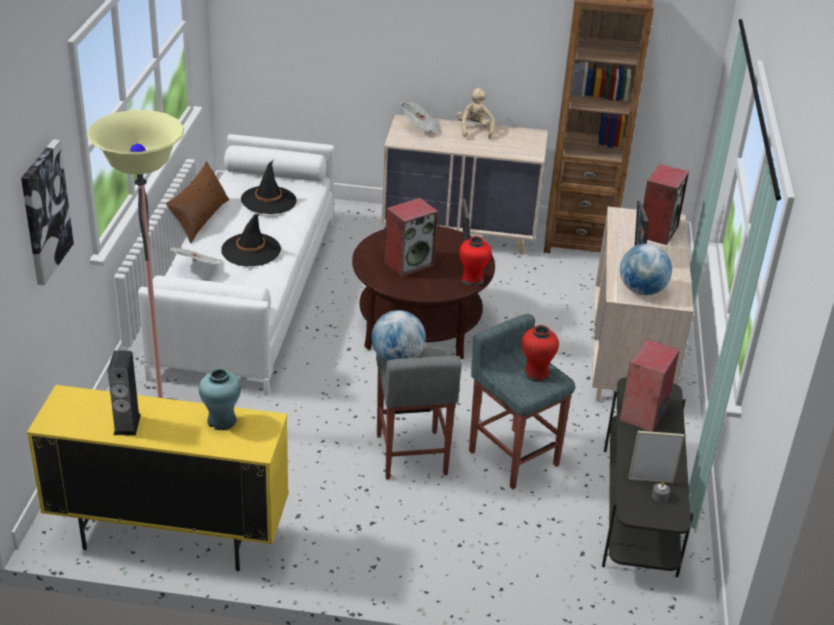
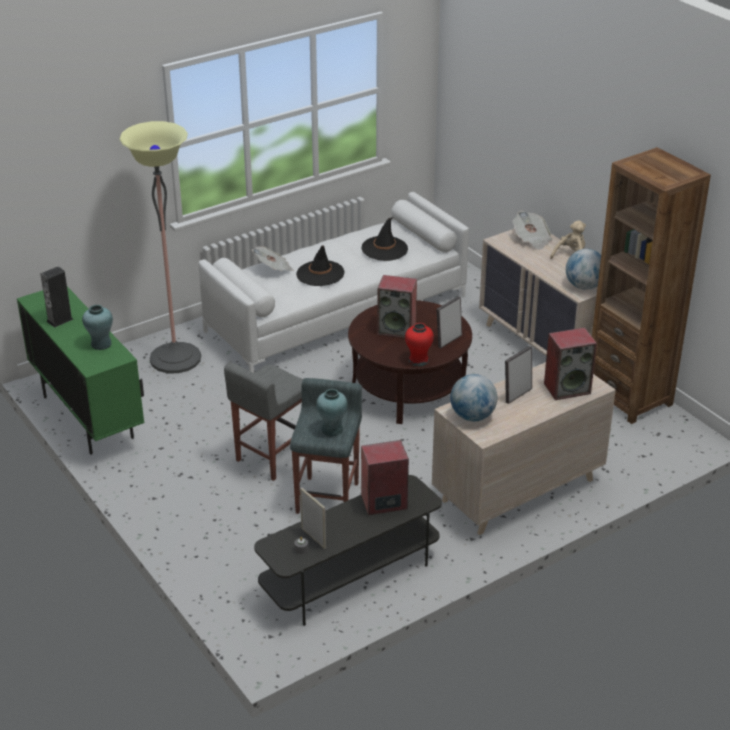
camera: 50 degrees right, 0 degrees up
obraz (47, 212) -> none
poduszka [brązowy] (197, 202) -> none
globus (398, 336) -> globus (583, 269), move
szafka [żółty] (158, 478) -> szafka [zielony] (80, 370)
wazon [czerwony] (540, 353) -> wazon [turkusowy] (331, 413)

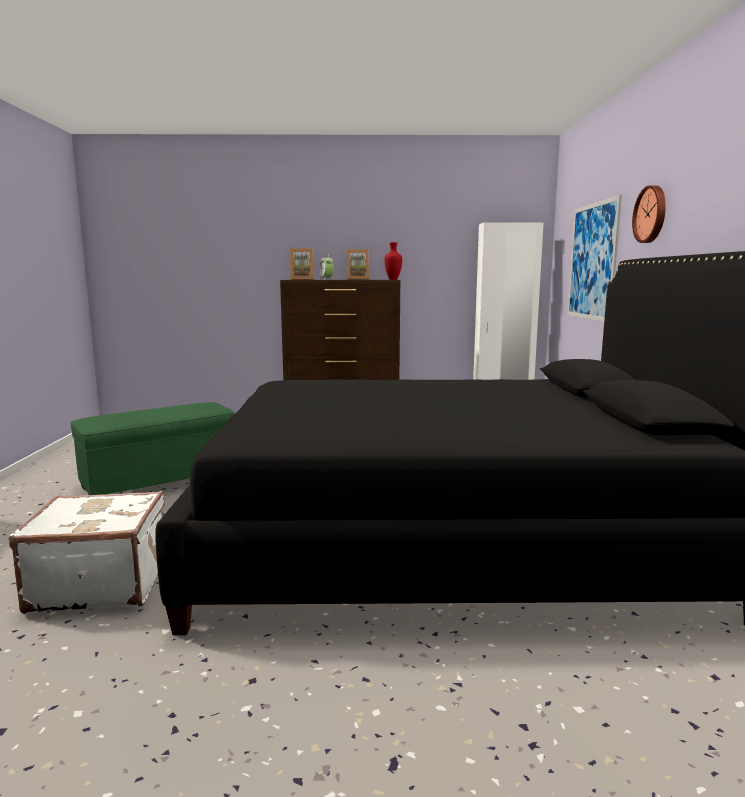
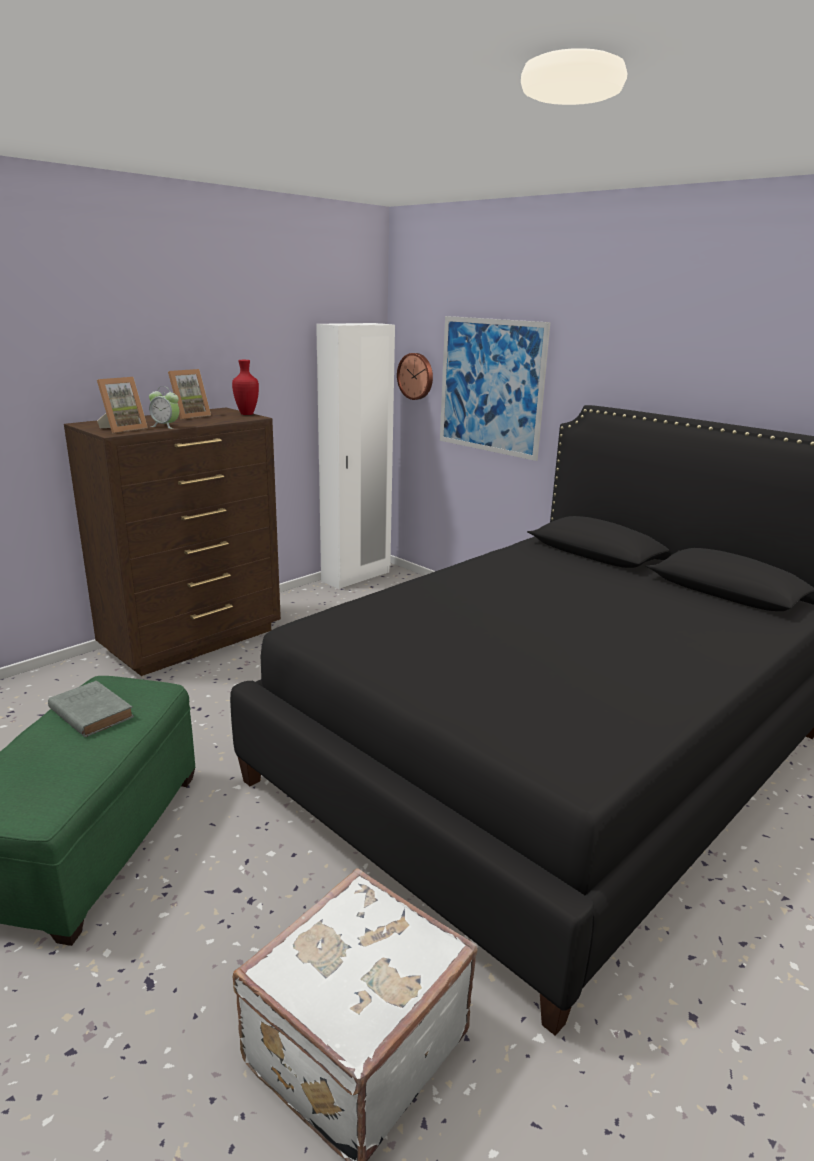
camera: 45 degrees left, 10 degrees up
none -> książka [szary] (91, 709)
zegar ścienny (649, 214) -> zegar ścienny (415, 376), move

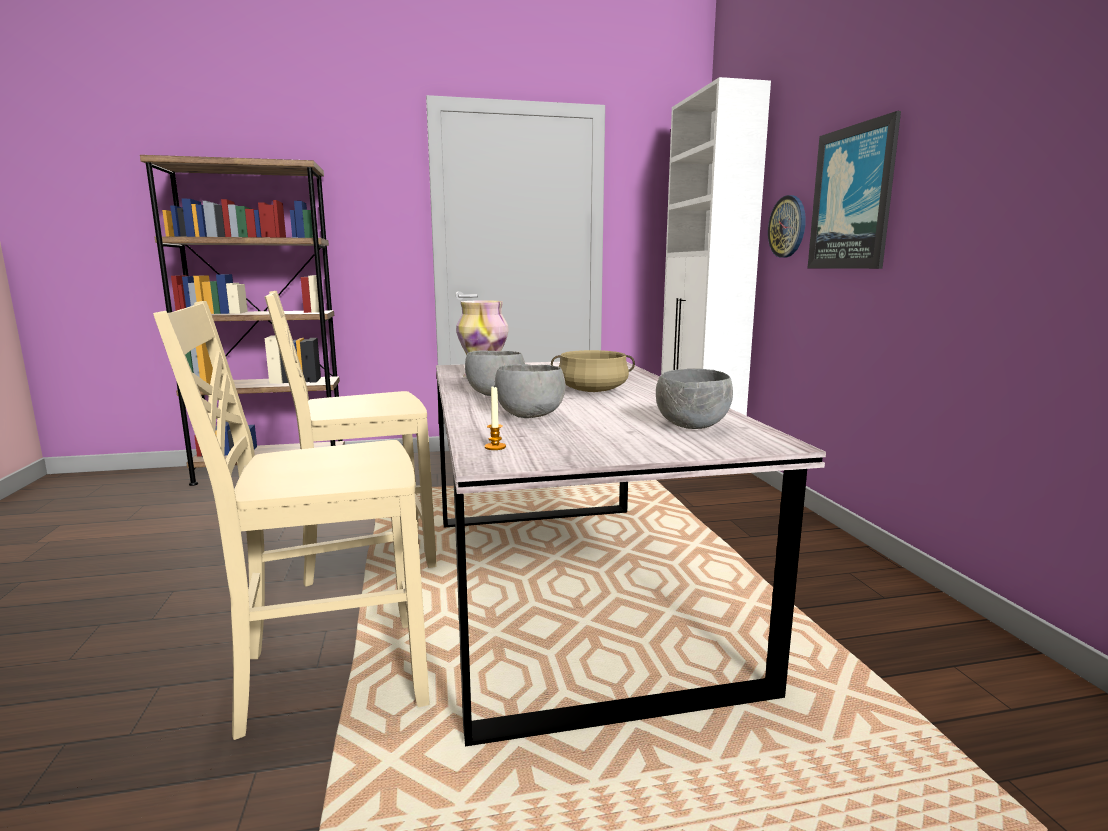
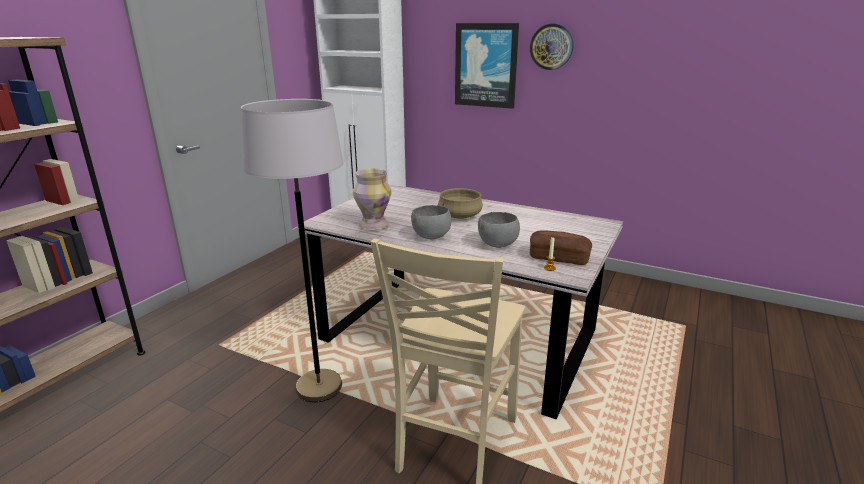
camera: 50 degrees left, 10 degrees up
miska [szary] (694, 399) -> none
none -> chleb (561, 247)
zegar ścienny (787, 226) -> zegar ścienny (551, 47), move
krzesło [beżowy] (350, 439) -> lampa stojąca [szary] (292, 250)

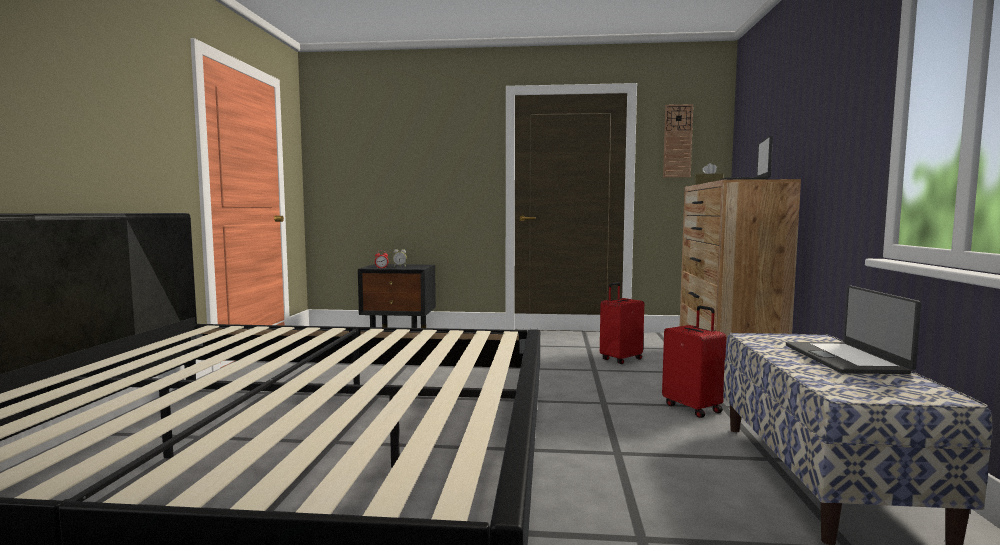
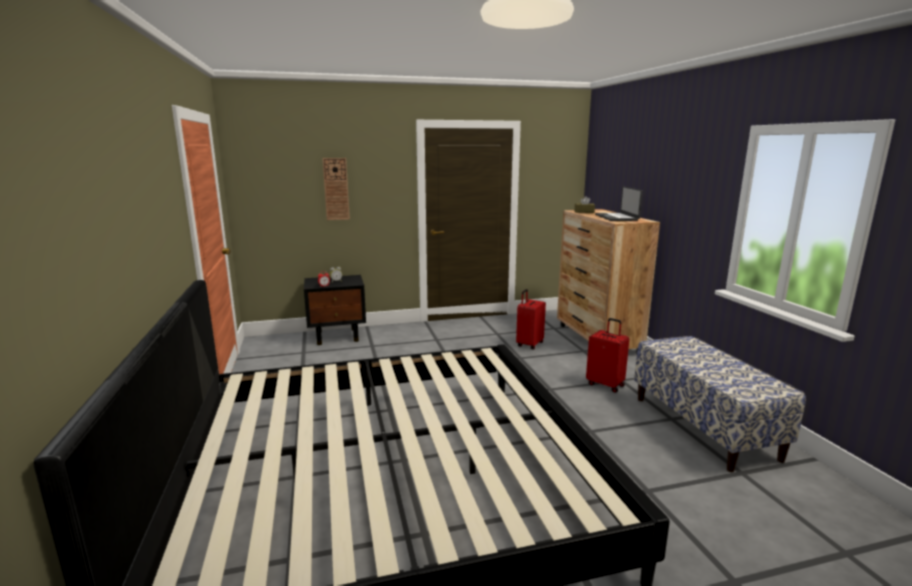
camera: 20 degrees left, 10 degrees up
laptop (854, 329) -> none
zegar ścienny (678, 140) -> zegar ścienny (336, 189), move

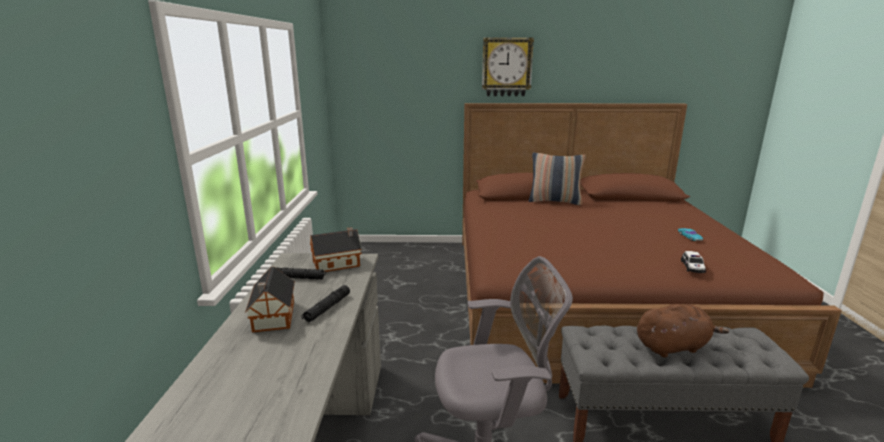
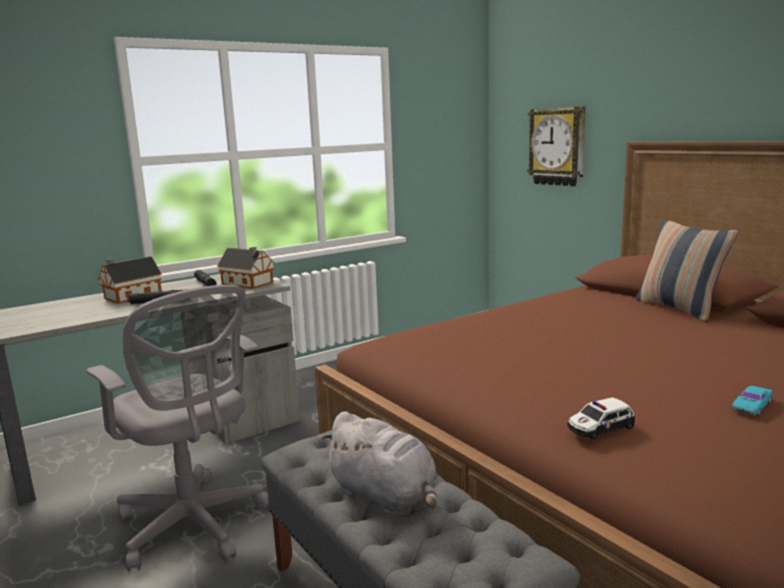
camera: 55 degrees right, 5 degrees down
zegar ścienny (508, 66) -> zegar ścienny (556, 146), move
pluszak [brązowy] (683, 331) -> pluszak [szary] (379, 463)

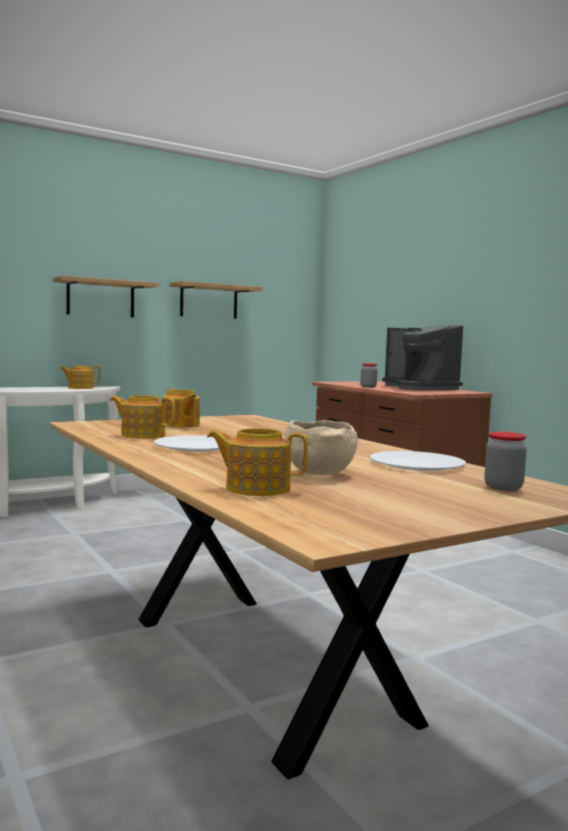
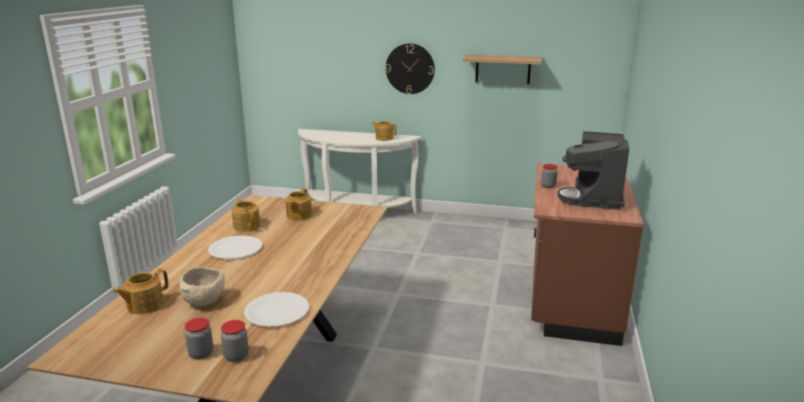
camera: 45 degrees right, 15 degrees up
none -> słoik (199, 338)
półka (106, 296) -> zegar ścienny (410, 68)
imbryk (257, 462) -> imbryk (141, 291), 105 degrees counterclockwise

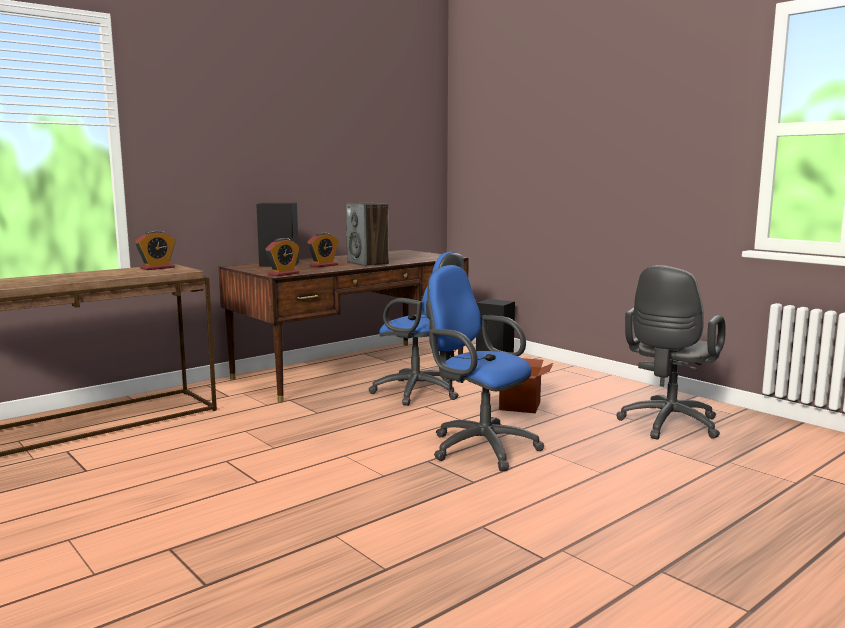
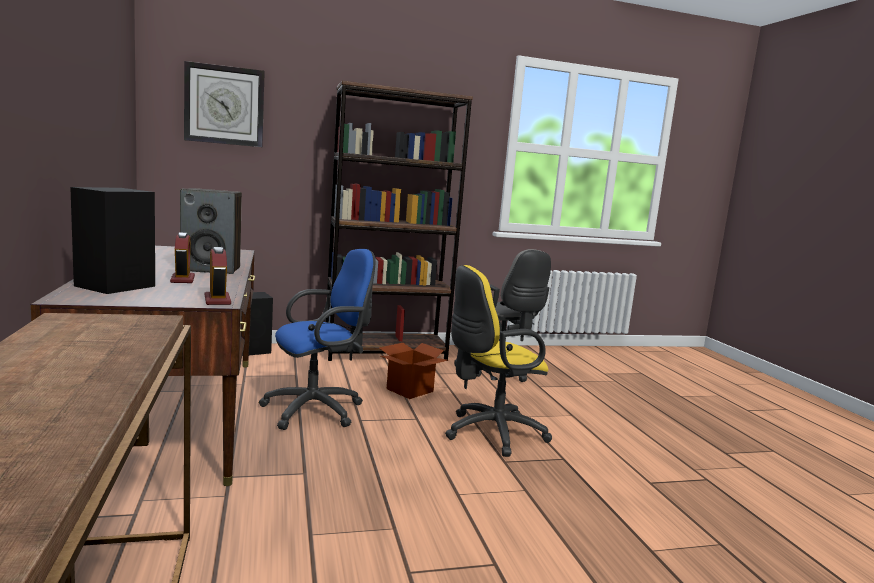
camera: 65 degrees left, 0 degrees up
budzik (155, 250) -> none
none -> zegar ścienny (224, 104)
none -> regał [brązowy] (399, 220)
krzesło biurowe [niebieski] (485, 368) -> krzesło biurowe [żółty] (498, 361)

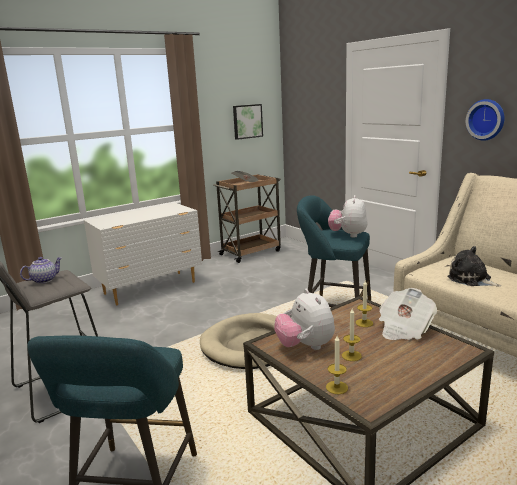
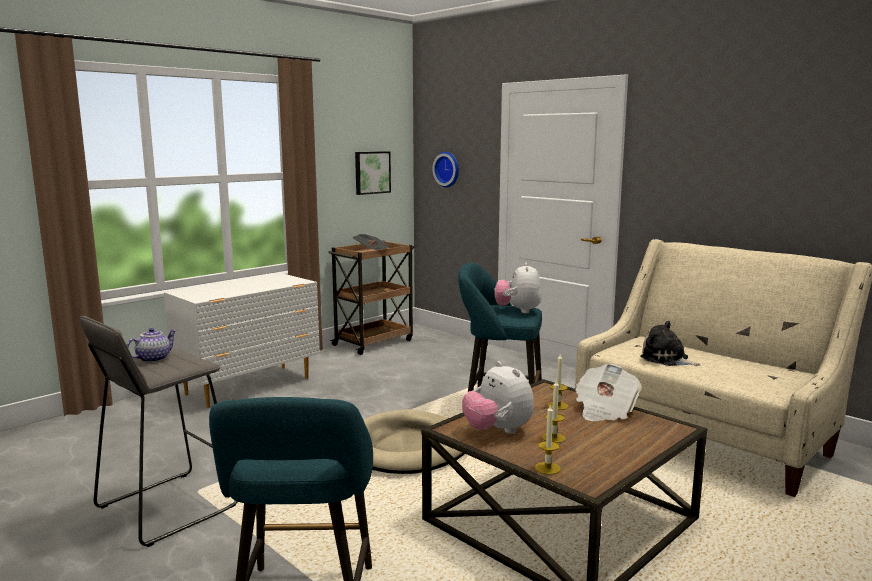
camera: 10 degrees left, 5 degrees down
zegar ścienny (485, 120) -> zegar ścienny (445, 169), move

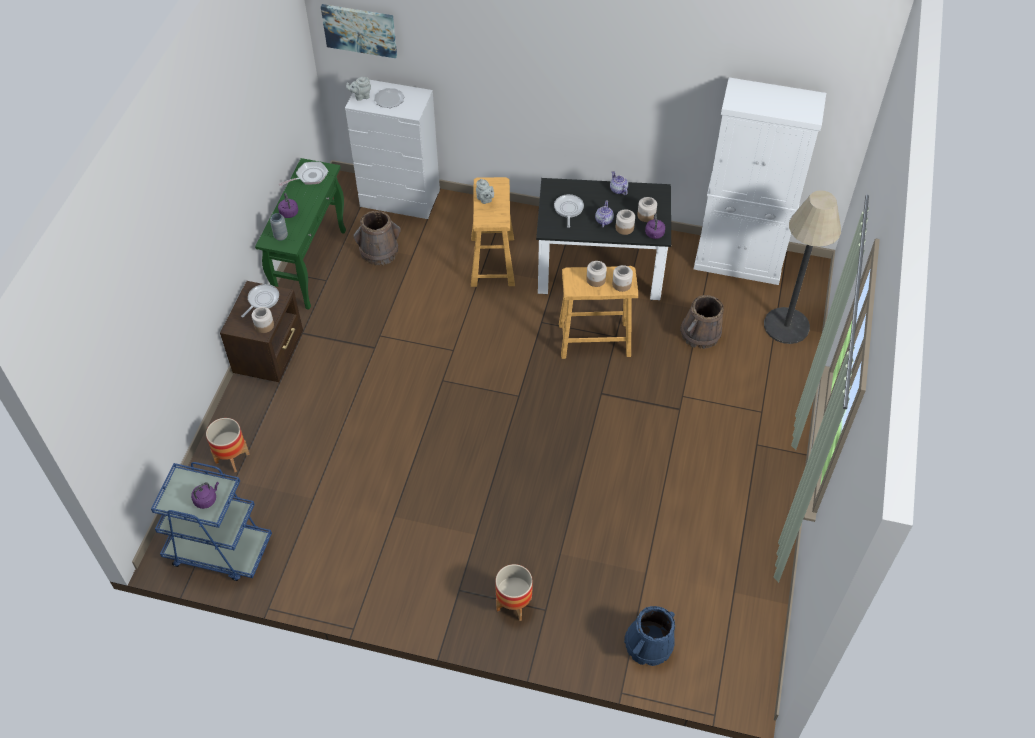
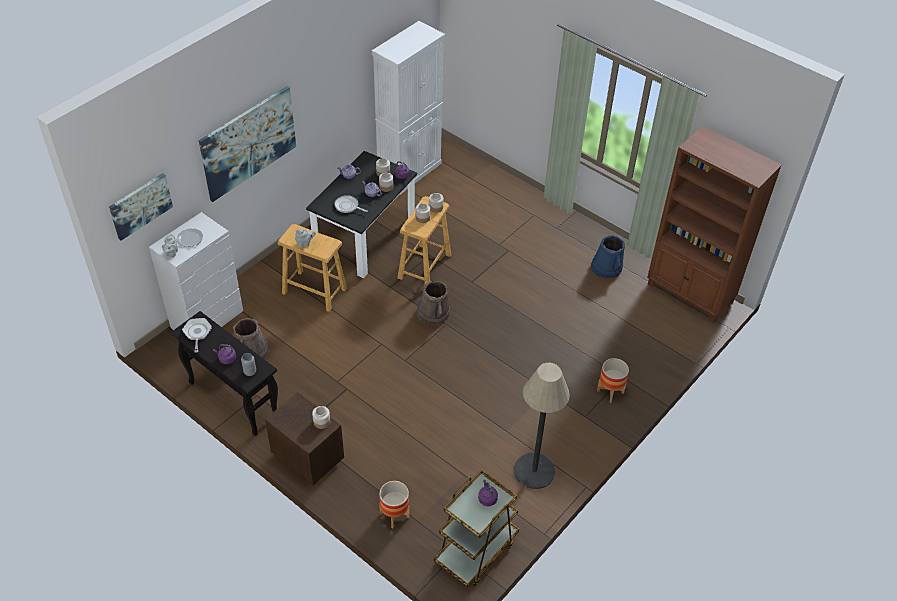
camera: 65 degrees left, 5 degrees down
patelnia (260, 300) -> none
none -> obraz (247, 144)
none -> regał [brązowy] (714, 224)
wiadro [niebieski] (649, 636) -> wiadro [niebieski] (608, 257), move
wiadro [brązowy] (702, 322) -> wiadro [brązowy] (433, 303), move
lampa stojąca (802, 267) -> lampa stojąca (542, 426), move
wózek [niebieski] (211, 521) -> wózek [brązowy] (476, 529)
stolik konsolowy [zielony] (300, 234) -> stolik konsolowy [czarny] (224, 373)

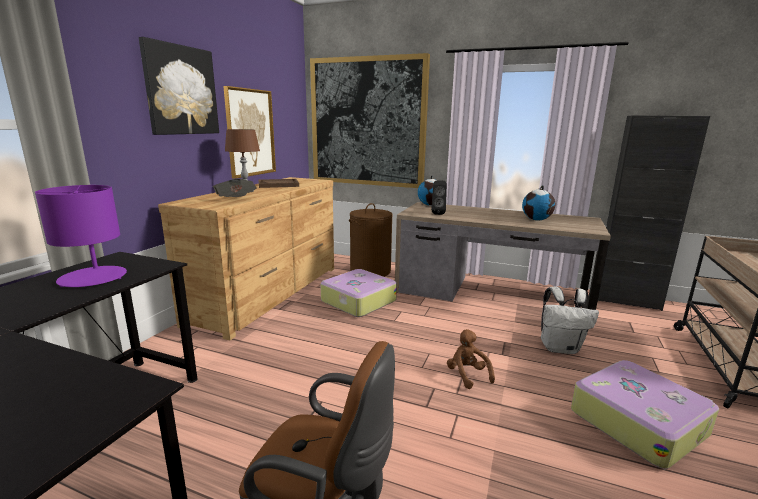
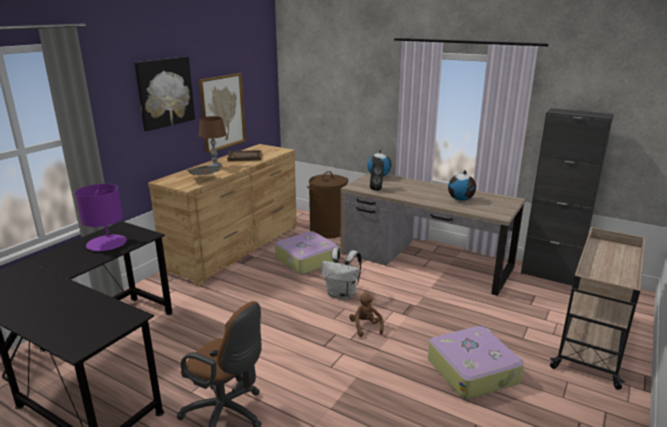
camera: 10 degrees right, 5 degrees up
obraz (370, 120) -> none
plecak [biały] (570, 320) -> plecak [biały] (341, 274), move

